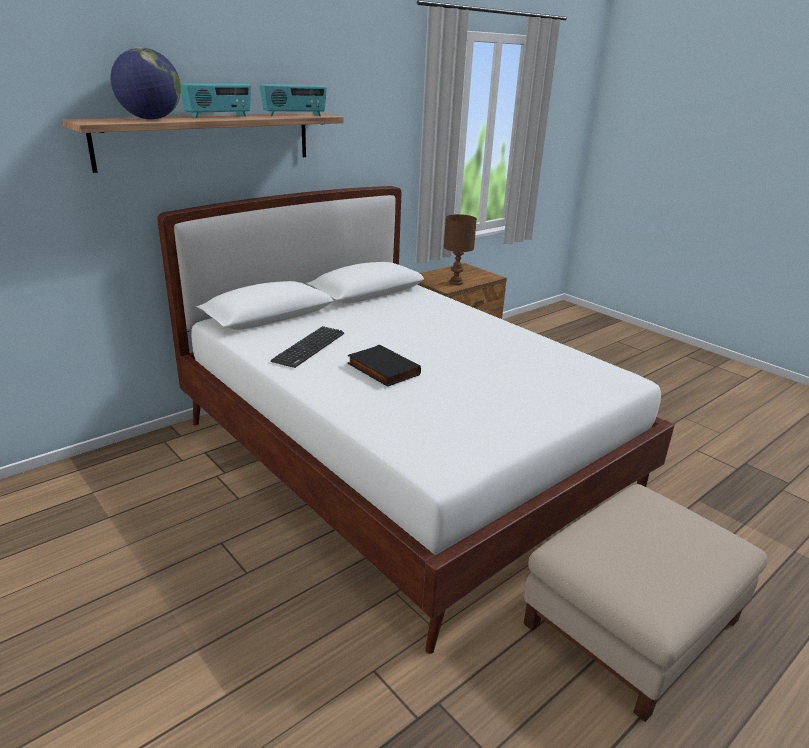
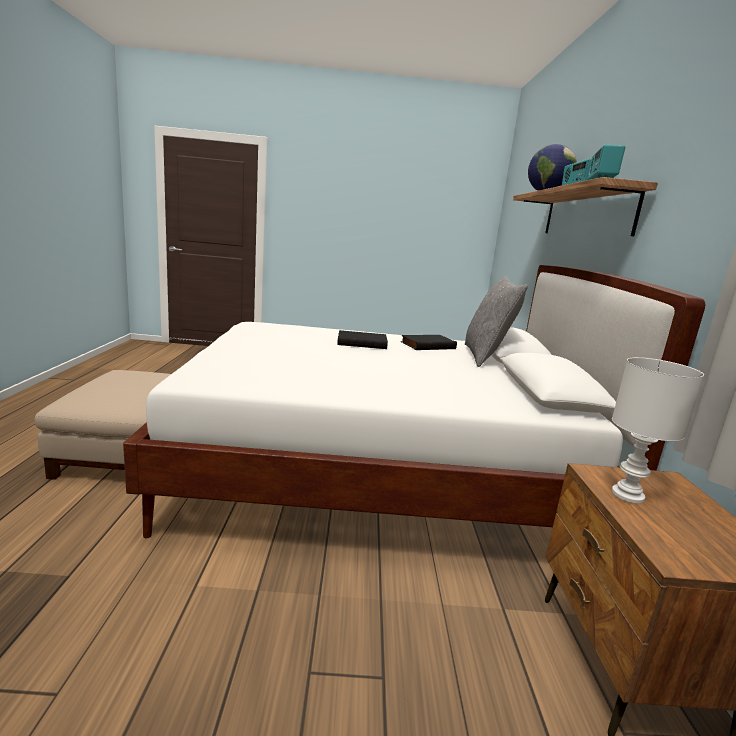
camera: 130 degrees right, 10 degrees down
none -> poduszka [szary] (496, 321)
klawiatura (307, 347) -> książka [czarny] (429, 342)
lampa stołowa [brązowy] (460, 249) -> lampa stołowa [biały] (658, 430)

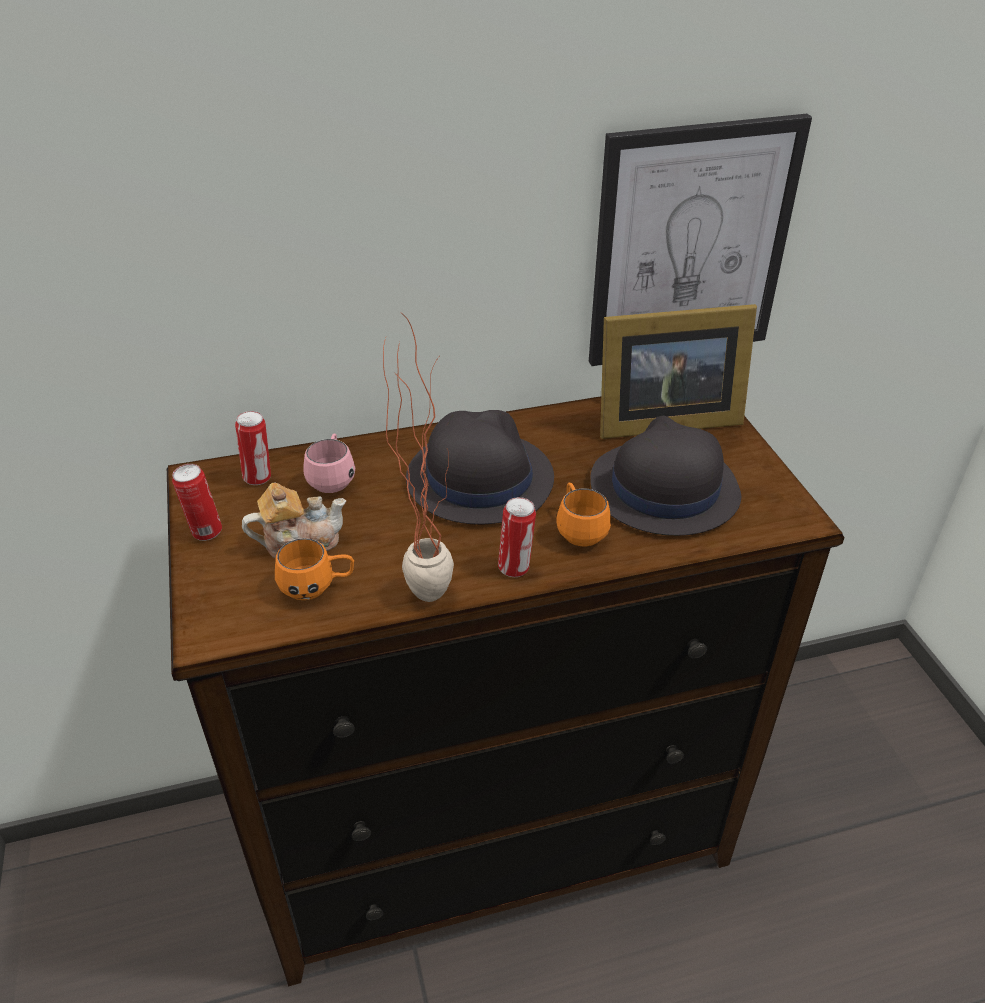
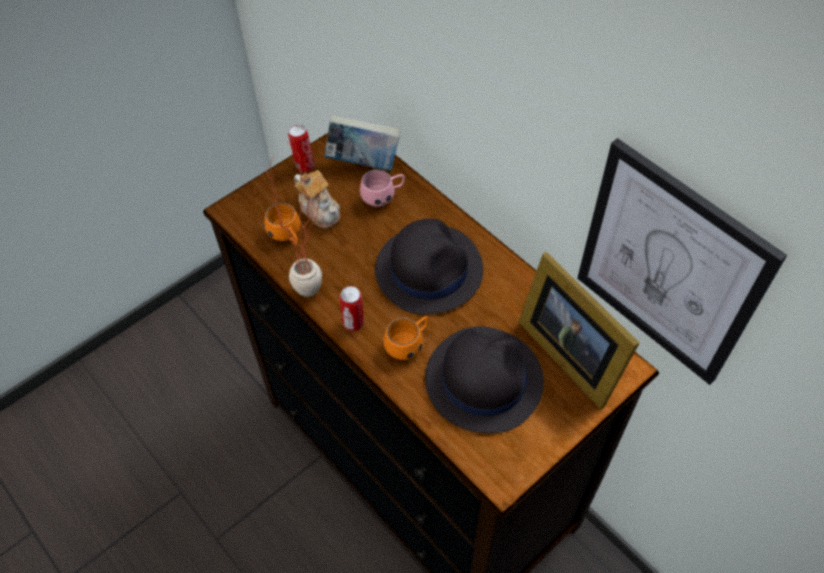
camera: 65 degrees right, 15 degrees up
puszka (253, 448) -> książka (362, 143)

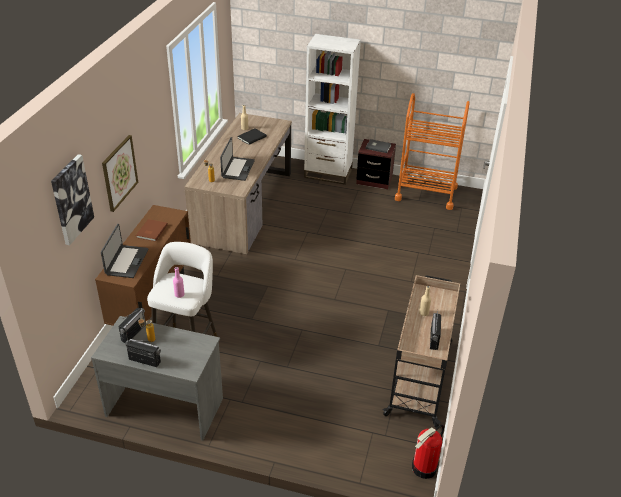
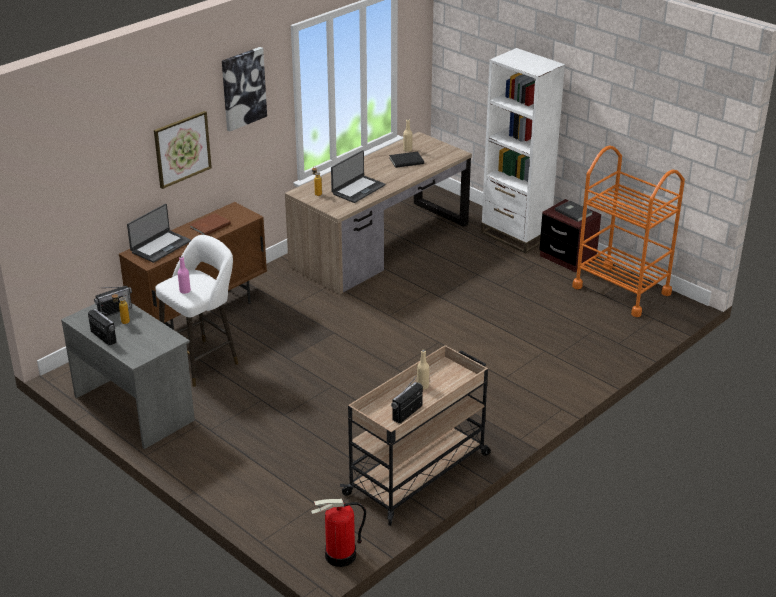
camera: 30 degrees right, 5 degrees down
obraz (72, 199) -> obraz (244, 89), move

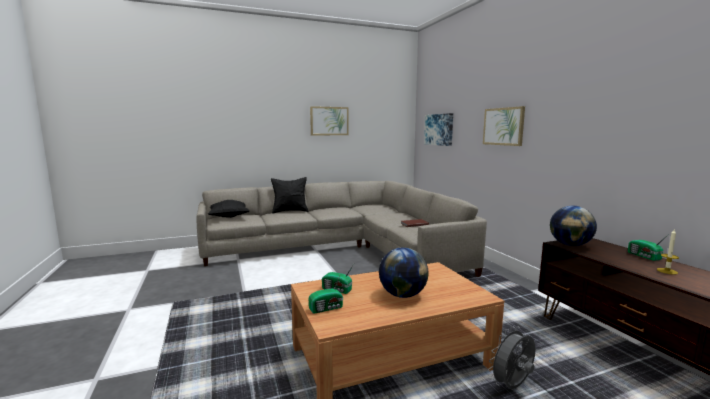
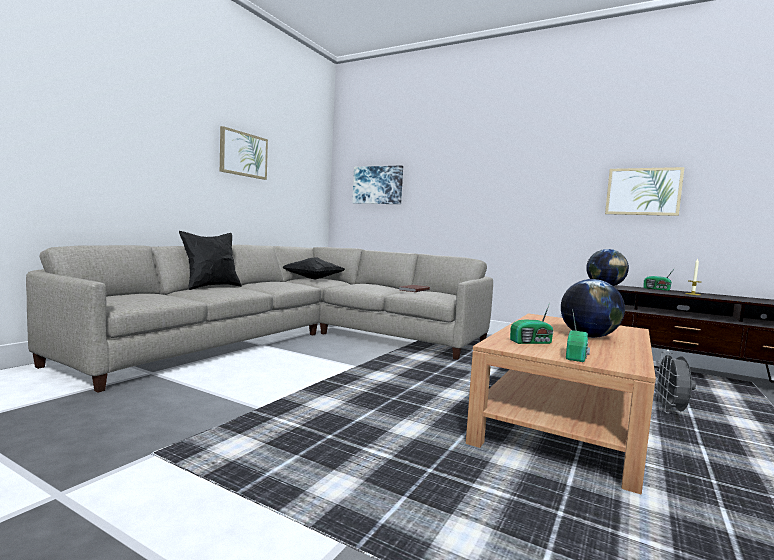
camera: 40 degrees left, 5 degrees down
poduszka [czarny] (229, 209) -> poduszka [czarny] (313, 268), move
obraz (504, 126) -> obraz (645, 191), move

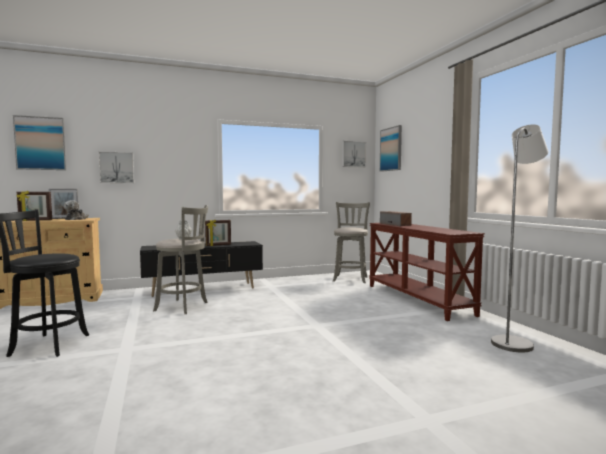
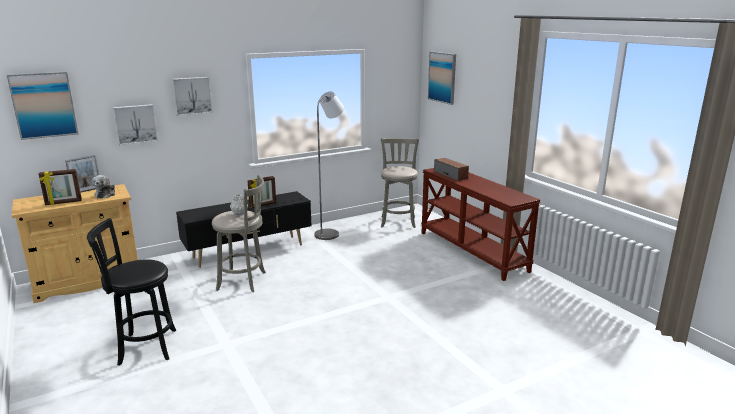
camera: 10 degrees left, 15 degrees up
obraz (354, 154) -> obraz (192, 96), move
lampa stojąca [szary] (519, 238) -> lampa stojąca [szary] (329, 165), move

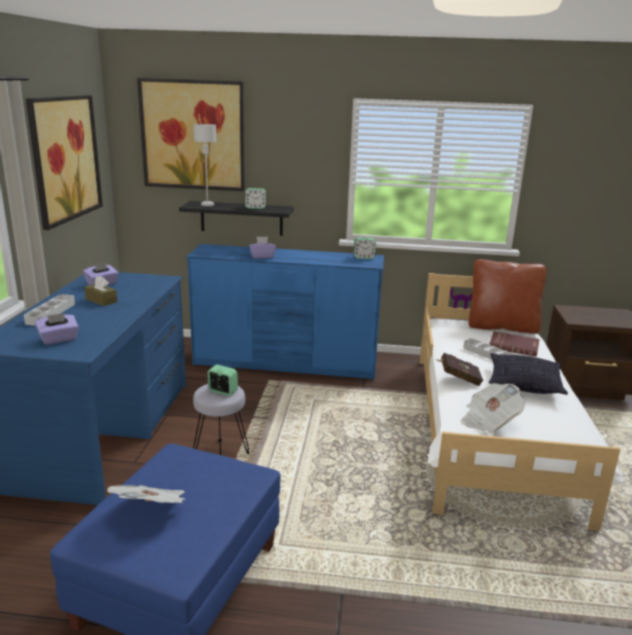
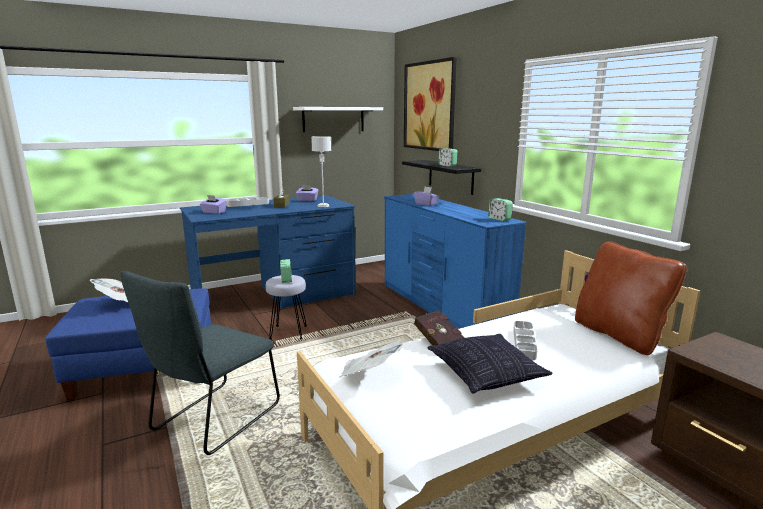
camera: 55 degrees right, 5 degrees down
książka [czerwony] (514, 344) -> none
none -> krzesło [szary] (200, 363)
lampa stołowa [szary] (205, 165) -> lampa stołowa [szary] (321, 171), move
obraz (64, 162) -> półka [biały] (338, 119)

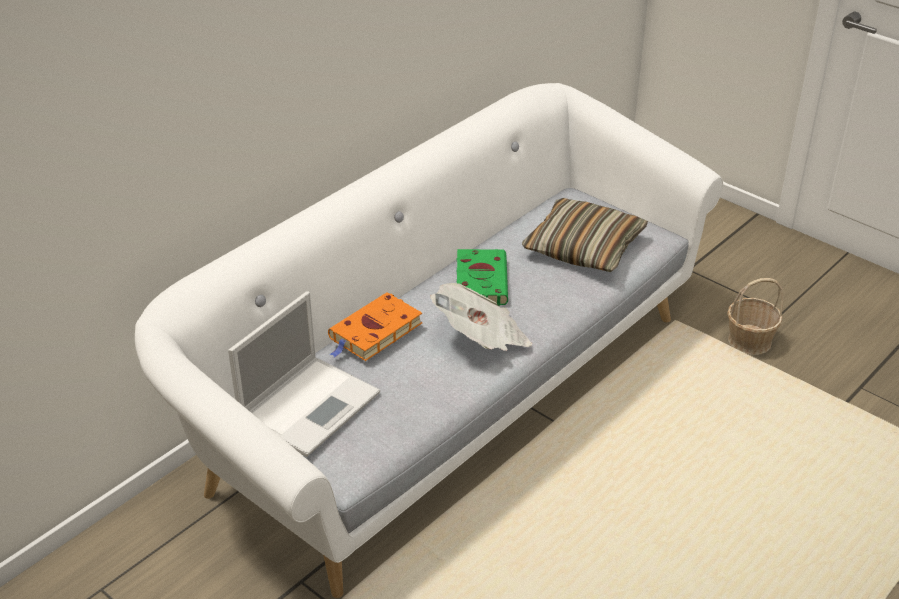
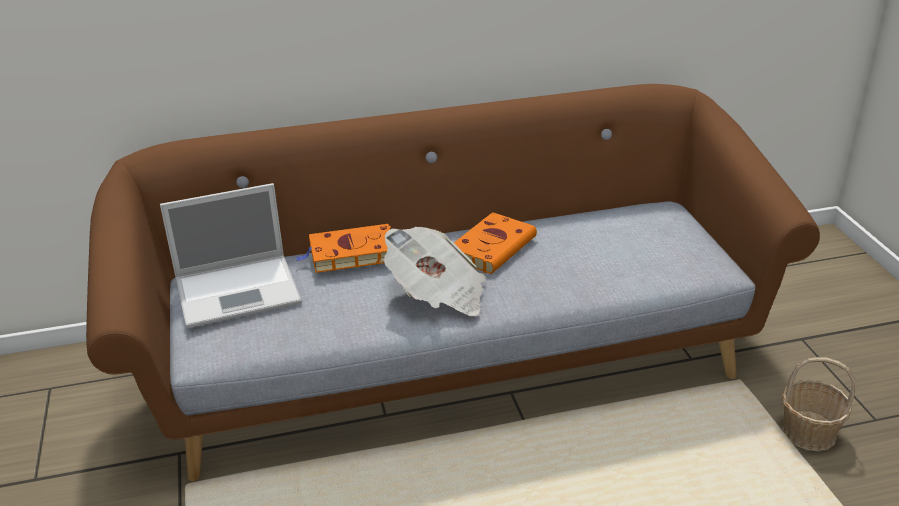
camera: 35 degrees right, 5 degrees down
poduszka (585, 235) -> none
kanapa [biały] (429, 340) -> kanapa [brązowy] (453, 282)
książka [zielony] (482, 277) -> książka [pomarańczowy] (495, 243)

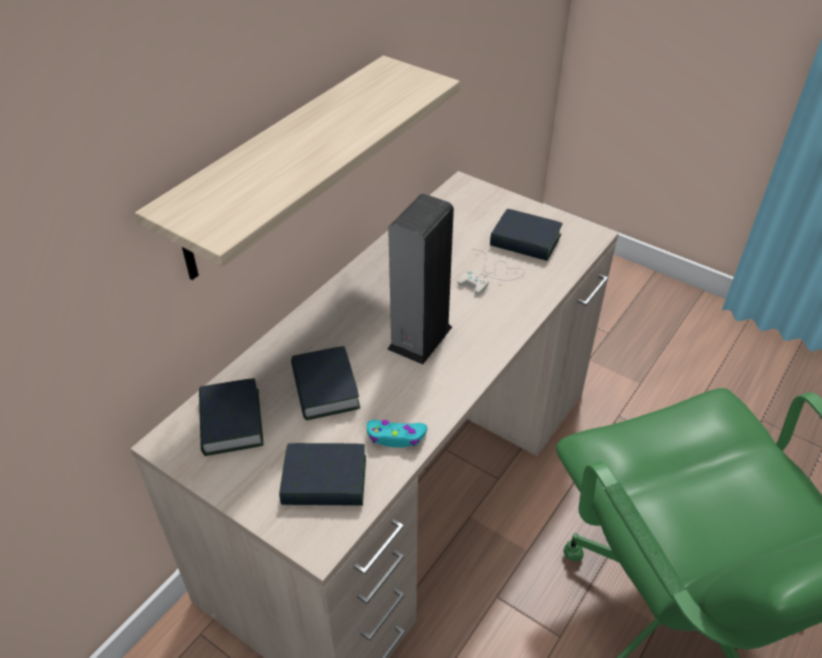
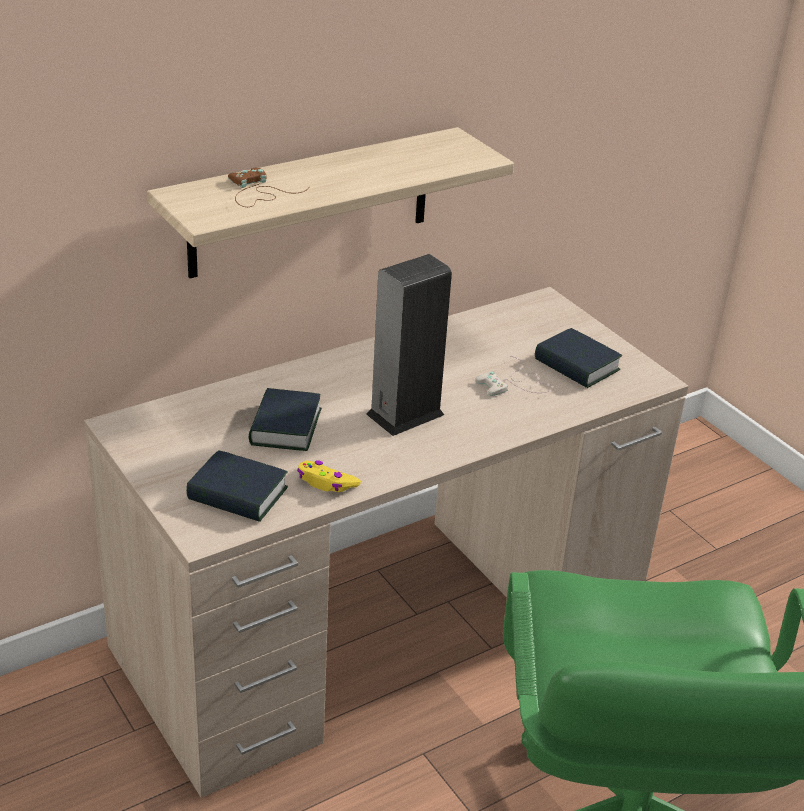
camera: 20 degrees right, 10 degrees down
książka (231, 417) -> none
none -> pad do gier [brązowy] (268, 187)
pad do gier [turkusowy] (397, 434) -> pad do gier [żółty] (329, 476)

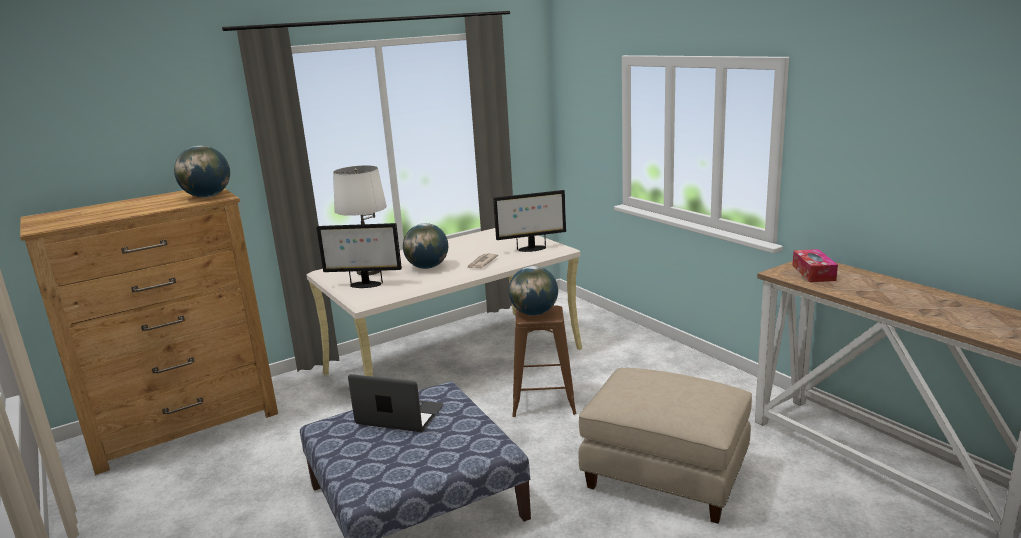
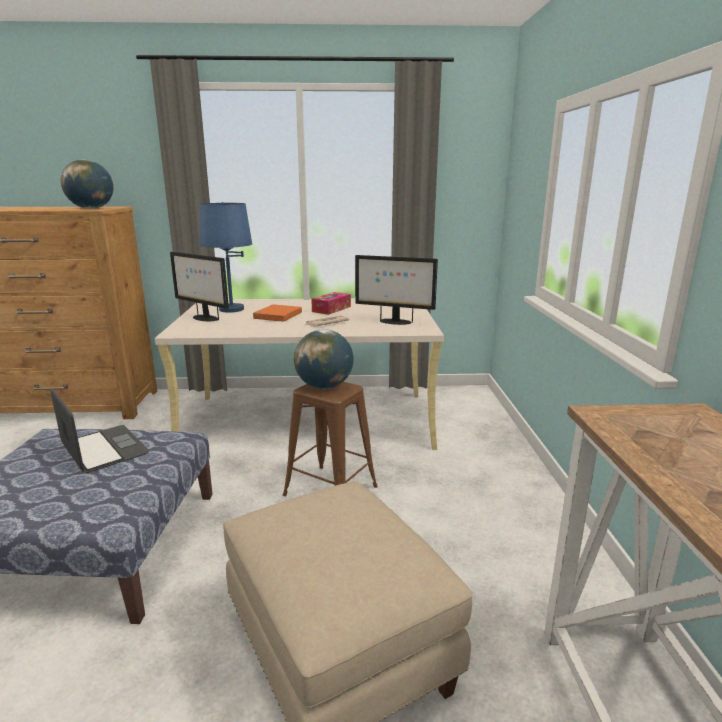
camera: 30 degrees right, 0 degrees up
pudełko chusteczek (815, 265) -> pudełko chusteczek (331, 303), move
globus (425, 246) -> książka [pomarańczowy] (277, 313)
lampa stołowa [biały] (360, 220) -> lampa stołowa [niebieski] (226, 257)

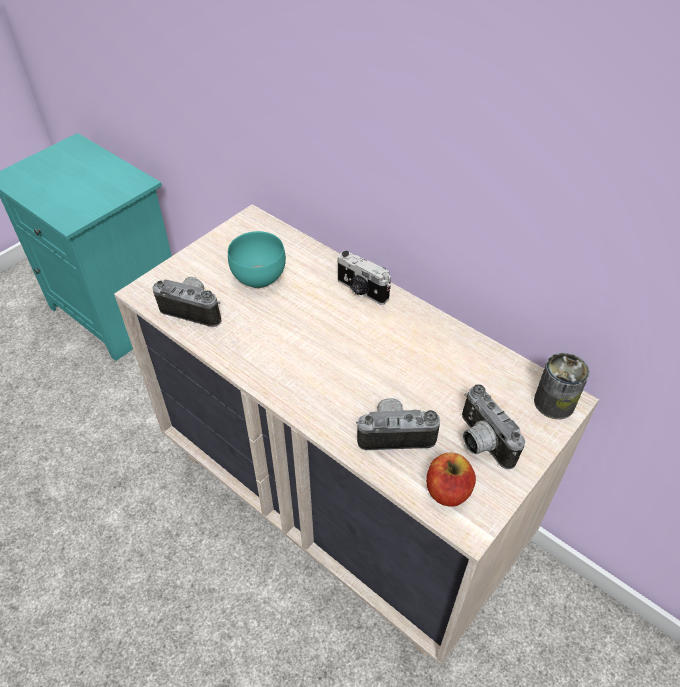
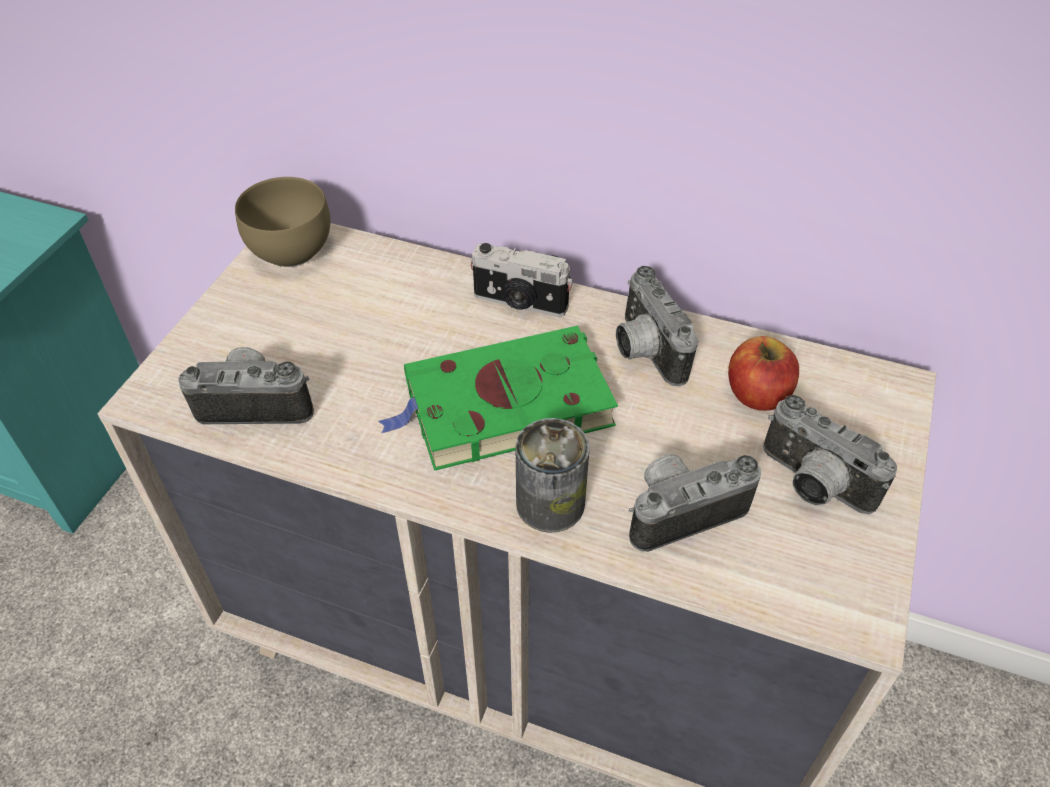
camera: 20 degrees left, 0 degrees up
miska [turkusowy] (257, 259) -> none
none -> miska [brązowy] (282, 222)
none -> książka [zielony] (498, 398)
none -> aparat fotograficzny (657, 326)
jabłko (451, 480) -> jabłko (763, 373), move
puszka (562, 386) -> puszka (552, 475), move

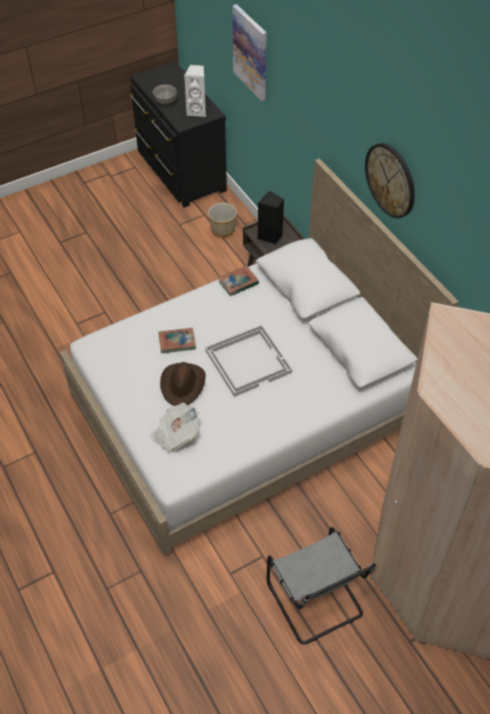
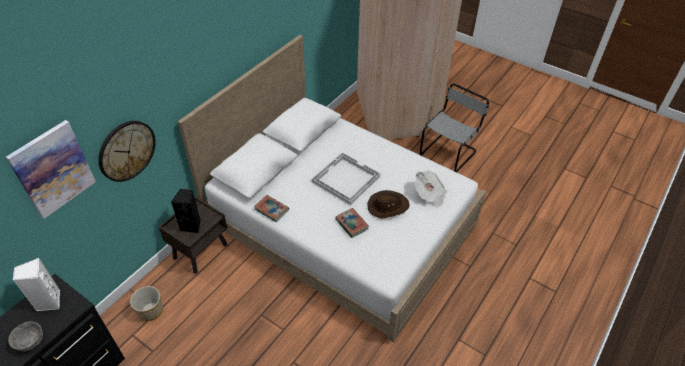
camera: 115 degrees left, 5 degrees down
zegar ścienny (390, 180) -> zegar ścienny (127, 151), move

